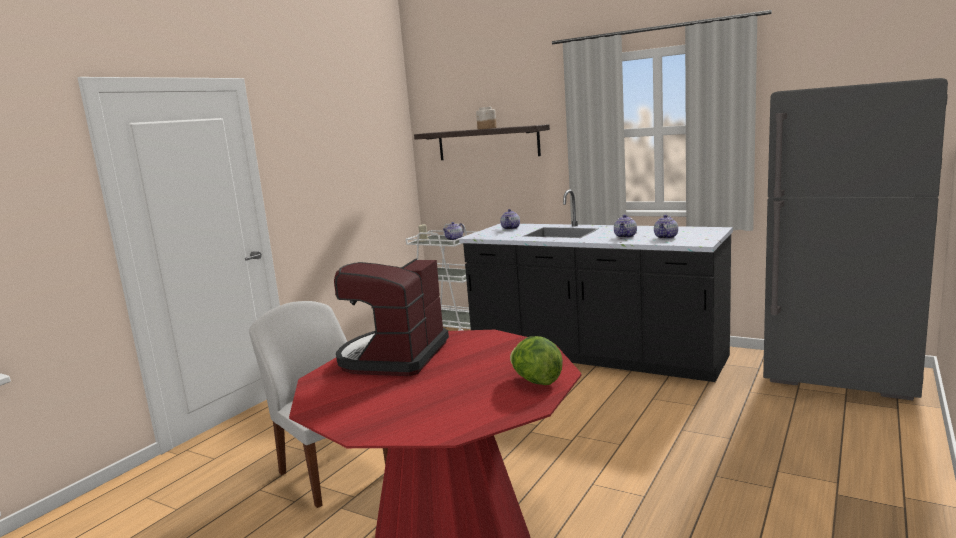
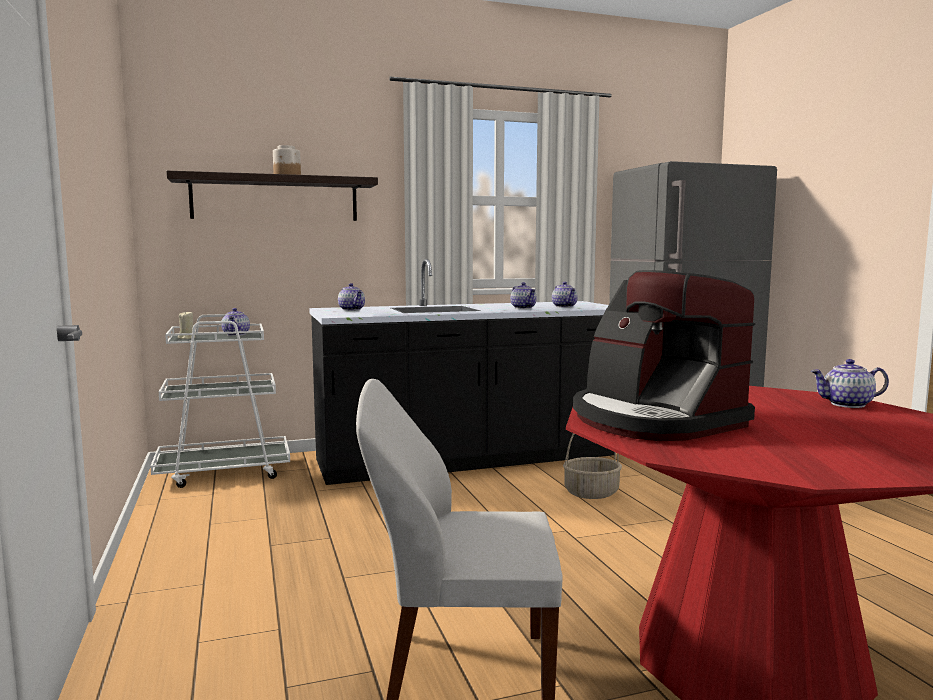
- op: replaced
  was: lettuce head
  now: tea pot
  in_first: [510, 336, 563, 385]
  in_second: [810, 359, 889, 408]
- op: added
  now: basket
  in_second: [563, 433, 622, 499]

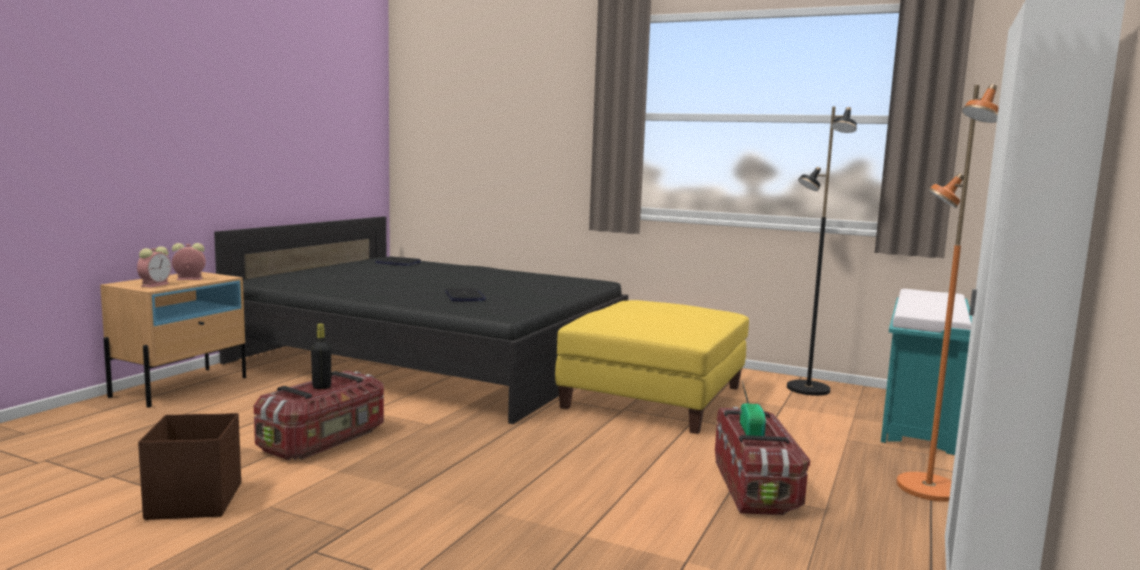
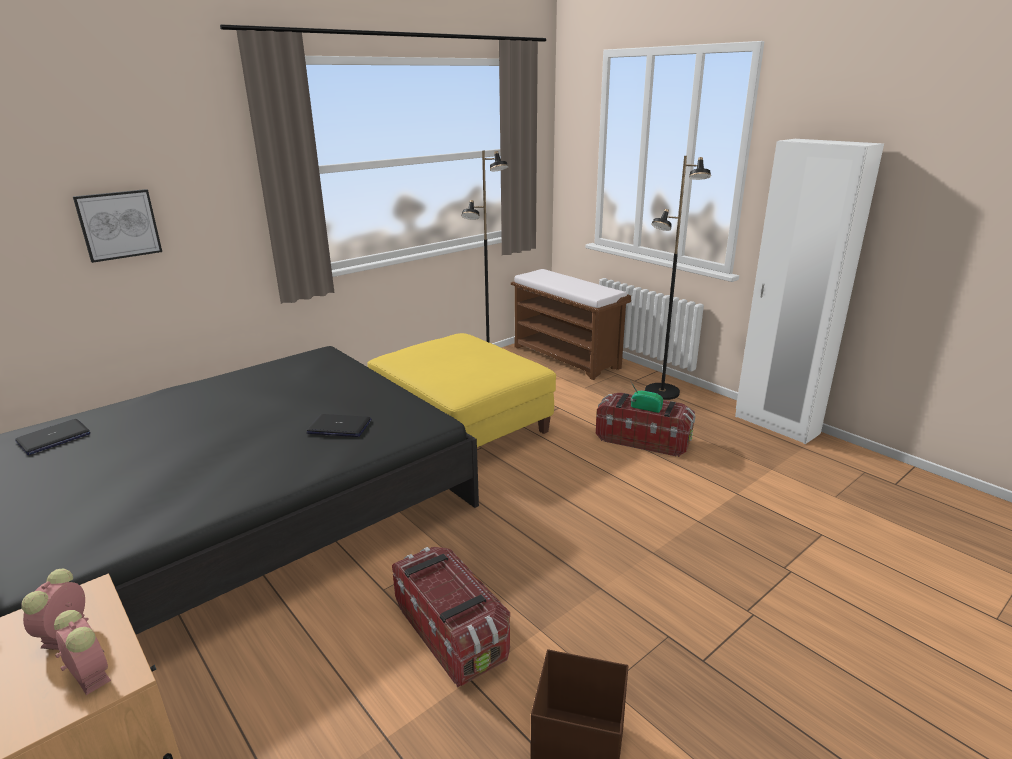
- op: recoloured
  was: standing lamp/orange
  now: standing lamp/black-coloured
  in_first: [897, 84, 999, 502]
  in_second: [645, 156, 711, 400]
- op: recoloured
  was: indoor bench/turquoise
  now: indoor bench/brown
  in_first: [881, 289, 972, 455]
  in_second: [511, 269, 631, 380]
- op: removed
  was: bottle/black-coloured
  in_first: [311, 324, 331, 389]
- op: added
  now: wall picture
  in_second: [73, 189, 162, 263]

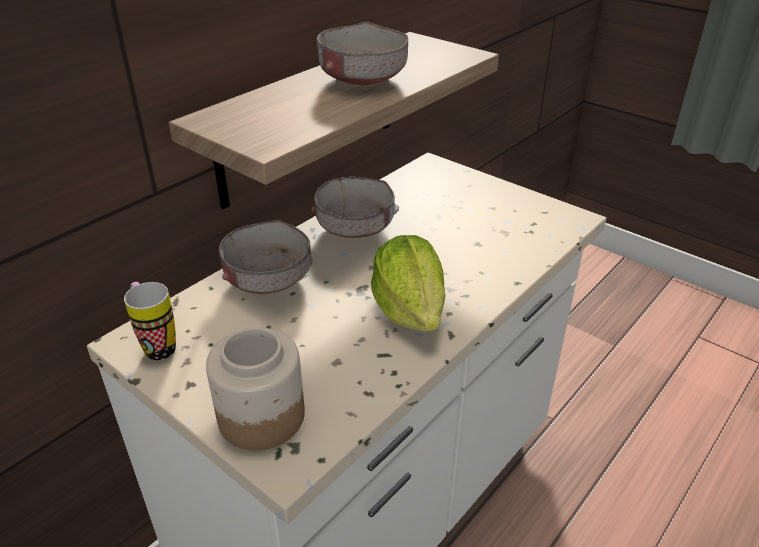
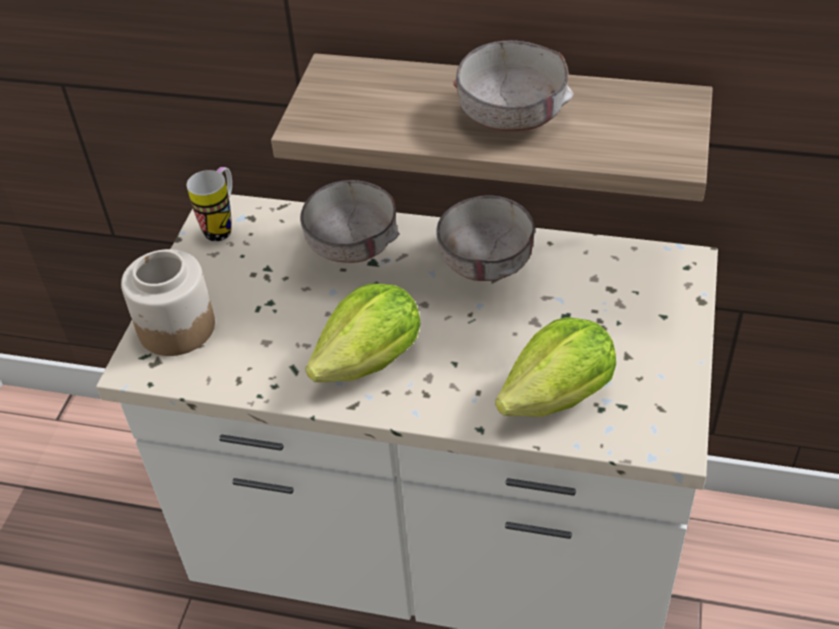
- op: added
  now: lettuce head
  in_second: [495, 317, 616, 417]

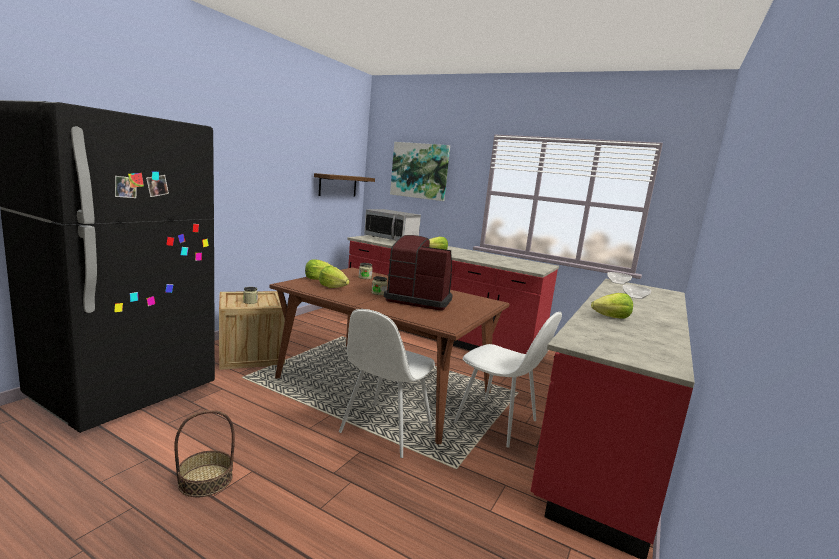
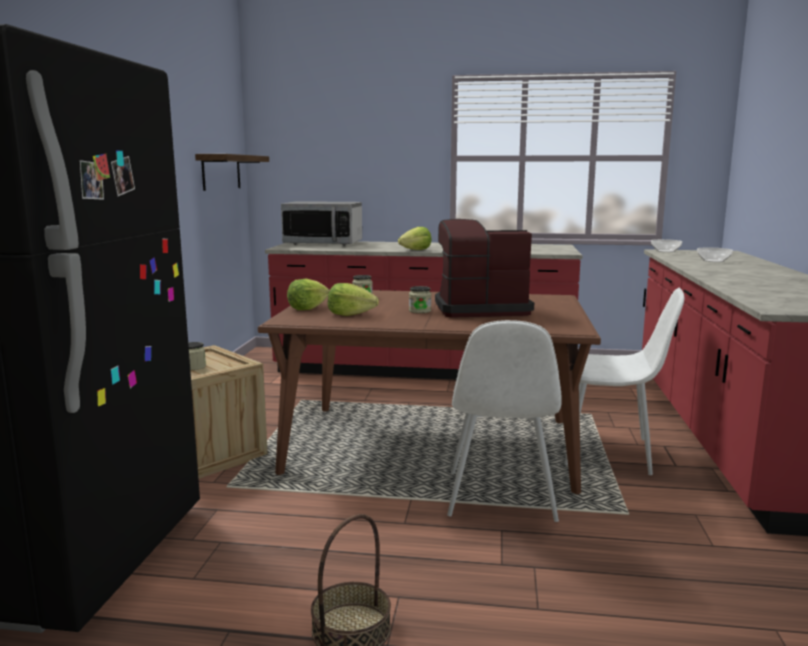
- op: removed
  was: wall picture
  in_first: [390, 142, 450, 201]
- op: removed
  was: lettuce head
  in_first: [591, 293, 633, 319]

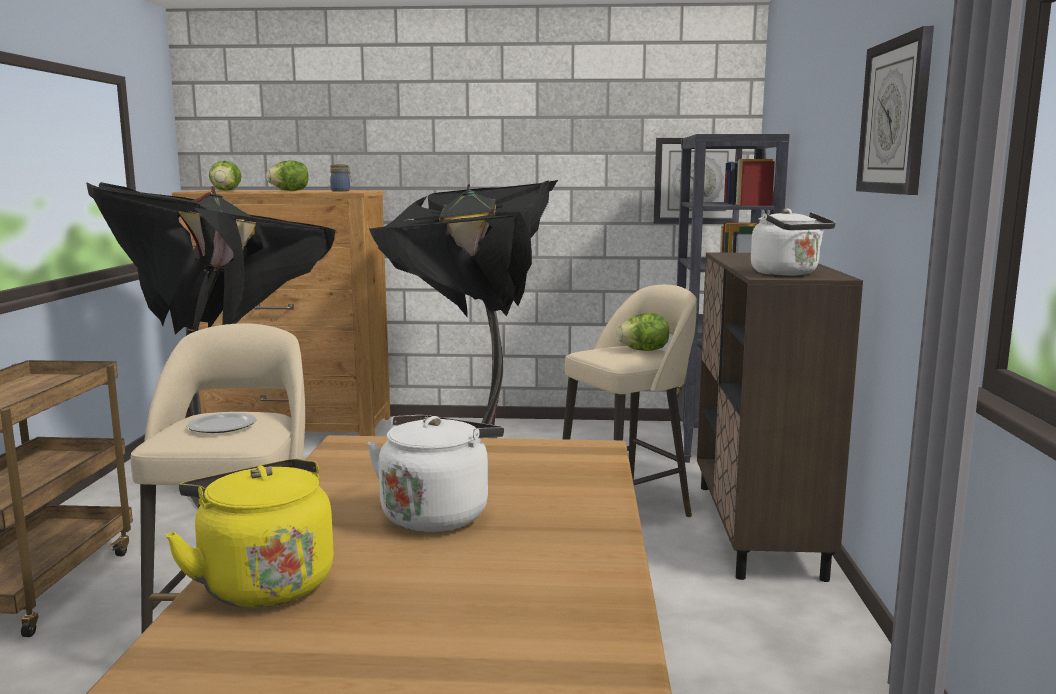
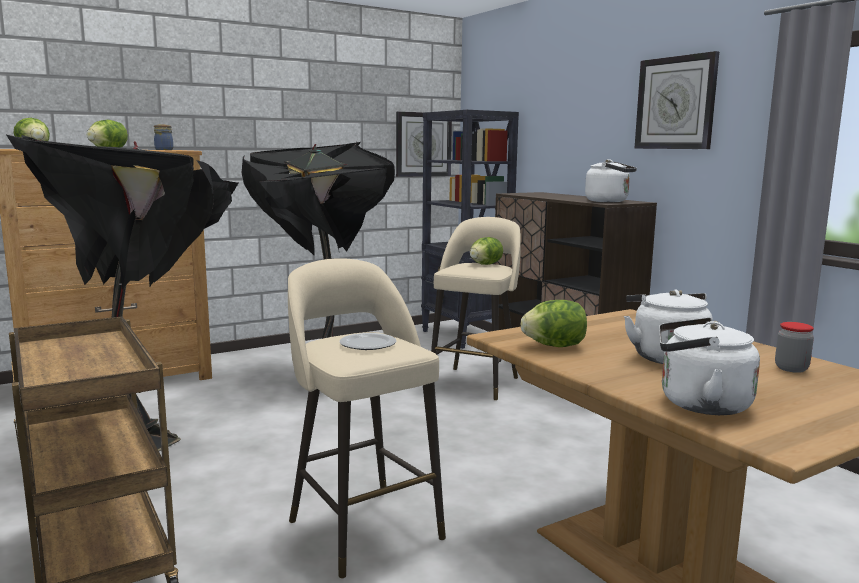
- op: recoloured
  was: tea kettle/yellowish
  now: tea kettle/white
  in_first: [165, 459, 334, 608]
  in_second: [659, 318, 760, 415]
- op: added
  now: lettuce head
  in_second: [521, 300, 587, 347]
- op: added
  now: storage jar
  in_second: [775, 322, 814, 373]

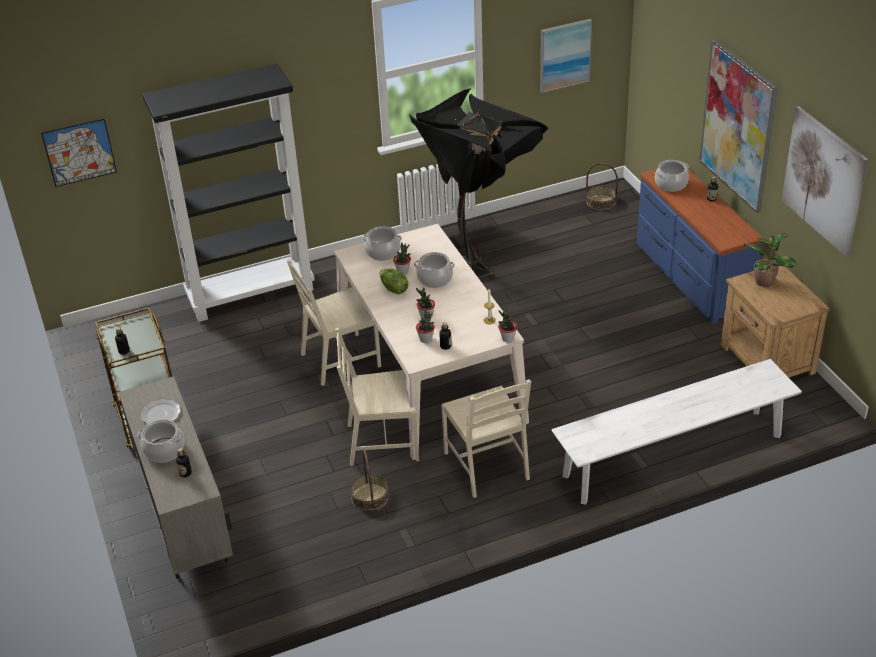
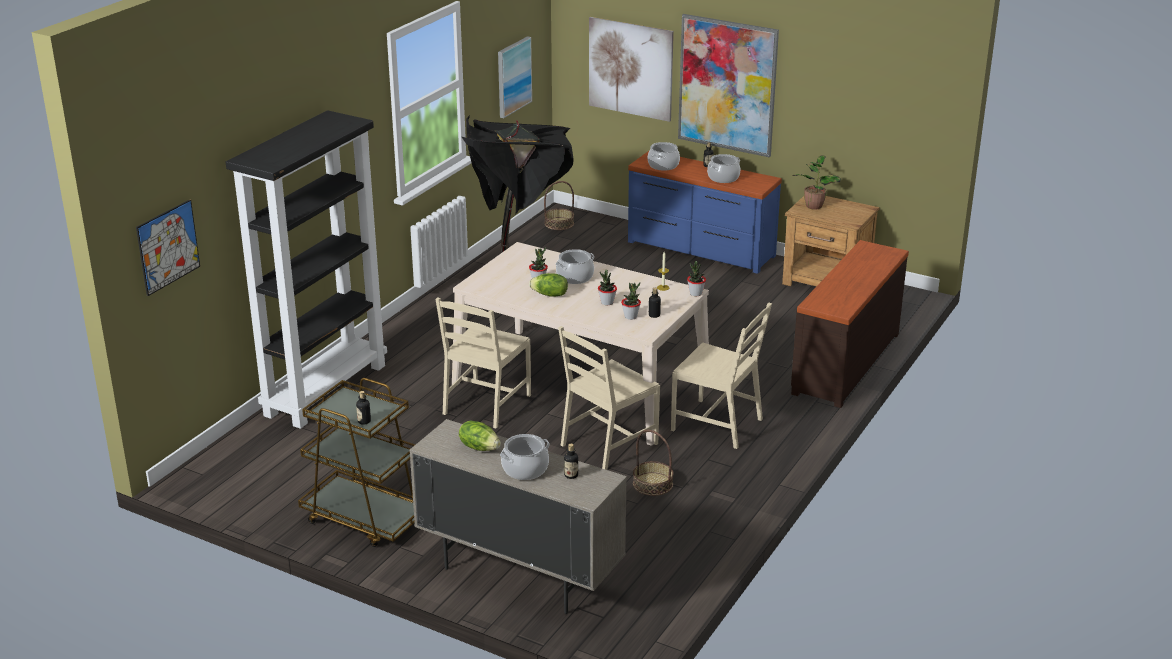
- op: moved
  was: wall picture
  in_first: [781, 106, 868, 257]
  in_second: [589, 17, 674, 122]
- op: moved
  was: stockpot
  in_first: [362, 226, 402, 261]
  in_second: [707, 154, 740, 183]
- op: replaced
  was: indoor bench/white
  now: dresser/brown
  in_first: [551, 359, 802, 505]
  in_second: [791, 240, 909, 408]
- op: replaced
  was: flat dish
  now: lettuce head
  in_first: [141, 399, 181, 425]
  in_second: [459, 421, 501, 451]

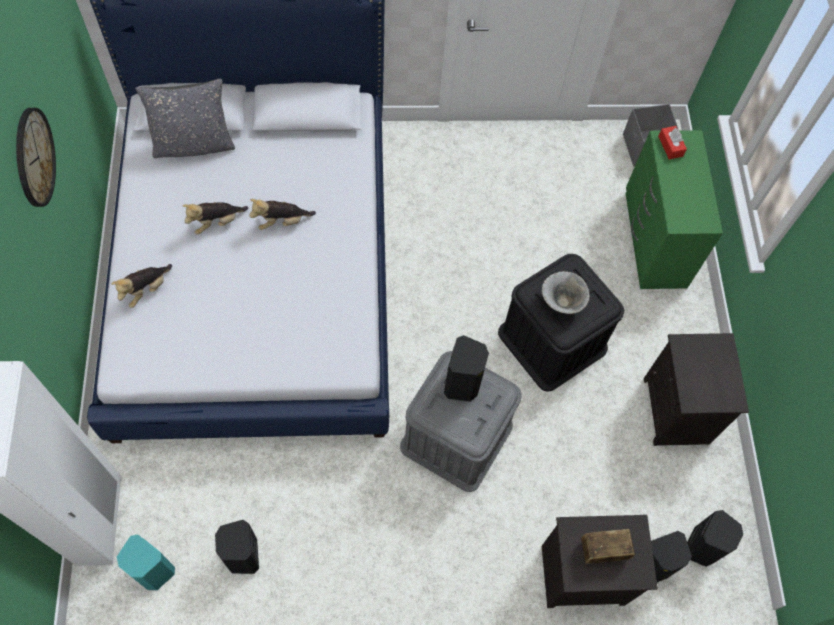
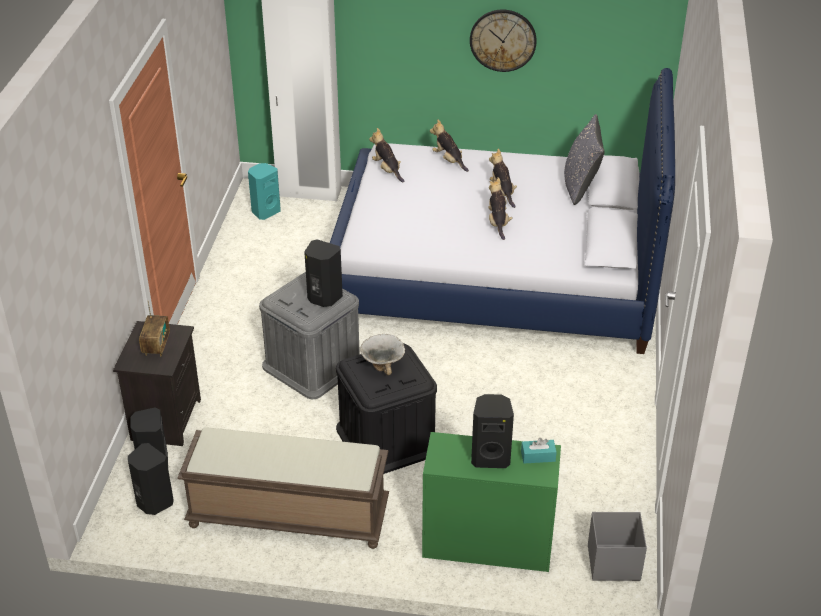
- op: recoloured
  was: tissue holder/red-coloured
  now: tissue holder/turquoise
  in_first: [658, 126, 687, 159]
  in_second: [521, 438, 557, 464]
- op: replaced
  was: night table/black-coloured
  now: indoor bench/brown
  in_first: [644, 333, 749, 446]
  in_second: [177, 427, 389, 549]
- op: moved
  was: loudspeaker/black-coloured
  in_first: [215, 520, 259, 574]
  in_second: [471, 394, 514, 468]
- op: added
  now: soft toy
  in_second: [369, 128, 404, 183]

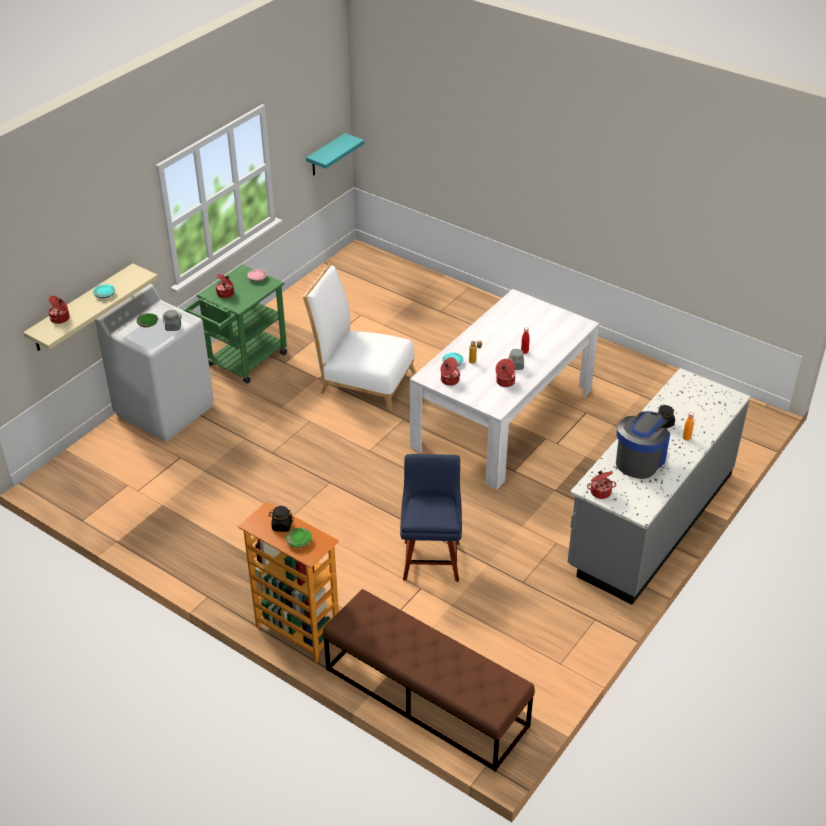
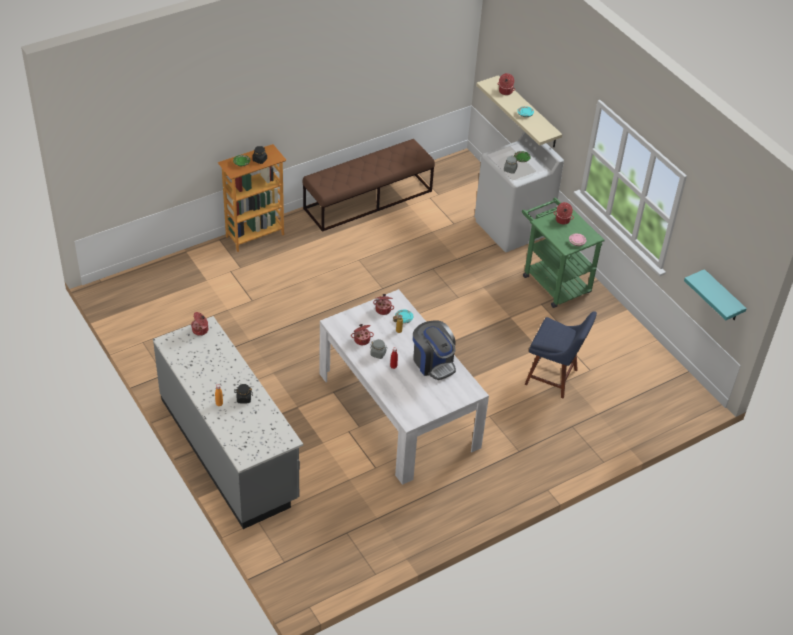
- op: removed
  was: plain chair/white
  in_first: [303, 262, 416, 411]
- op: moved
  was: coffee maker
  in_first: [616, 411, 670, 479]
  in_second: [413, 321, 456, 380]
- op: moved
  was: plain chair/blue-coloured
  in_first: [400, 454, 462, 582]
  in_second: [525, 311, 597, 398]
- op: moved
  was: indoor bench/brown
  in_first: [323, 589, 535, 772]
  in_second: [302, 139, 435, 232]

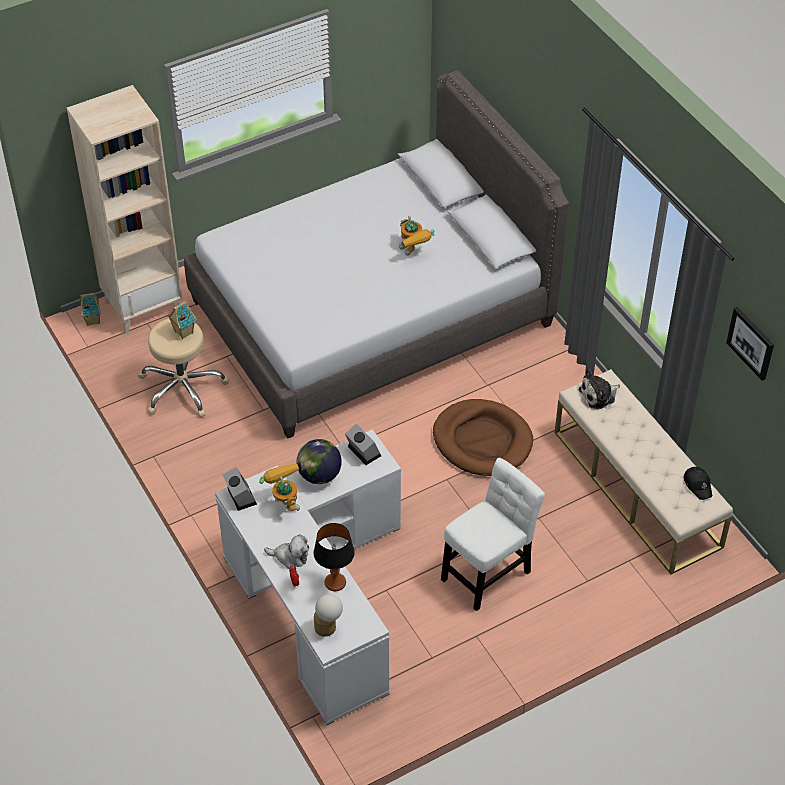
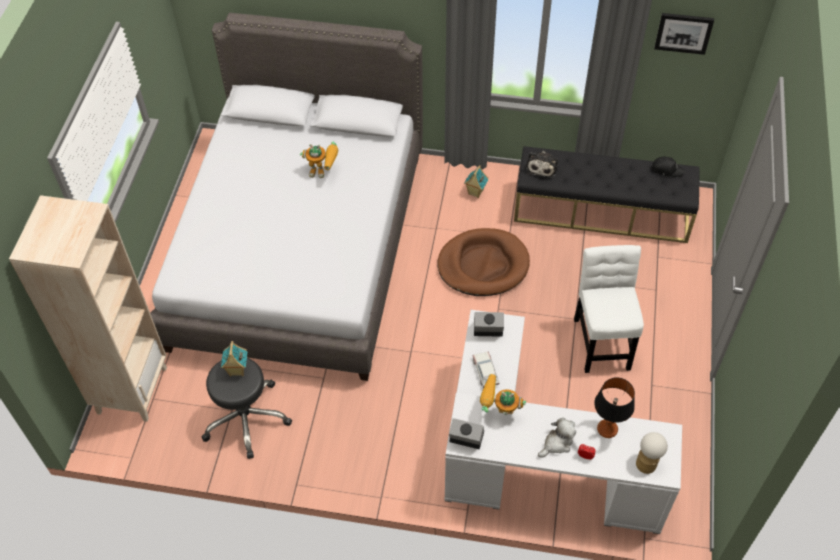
- op: moved
  was: toy house
  in_first: [79, 293, 101, 326]
  in_second: [464, 165, 488, 198]
- op: recoloured
  was: sitting stool/beige
  now: sitting stool/black-coloured
  in_first: [138, 319, 229, 418]
  in_second: [202, 358, 292, 459]
- op: recoloured
  was: indoor bench/beige
  now: indoor bench/black-coloured
  in_first: [555, 369, 733, 574]
  in_second: [514, 146, 700, 243]
- op: replaced
  was: globe
  now: miniature car
  in_first: [297, 439, 342, 484]
  in_second: [473, 351, 499, 388]

